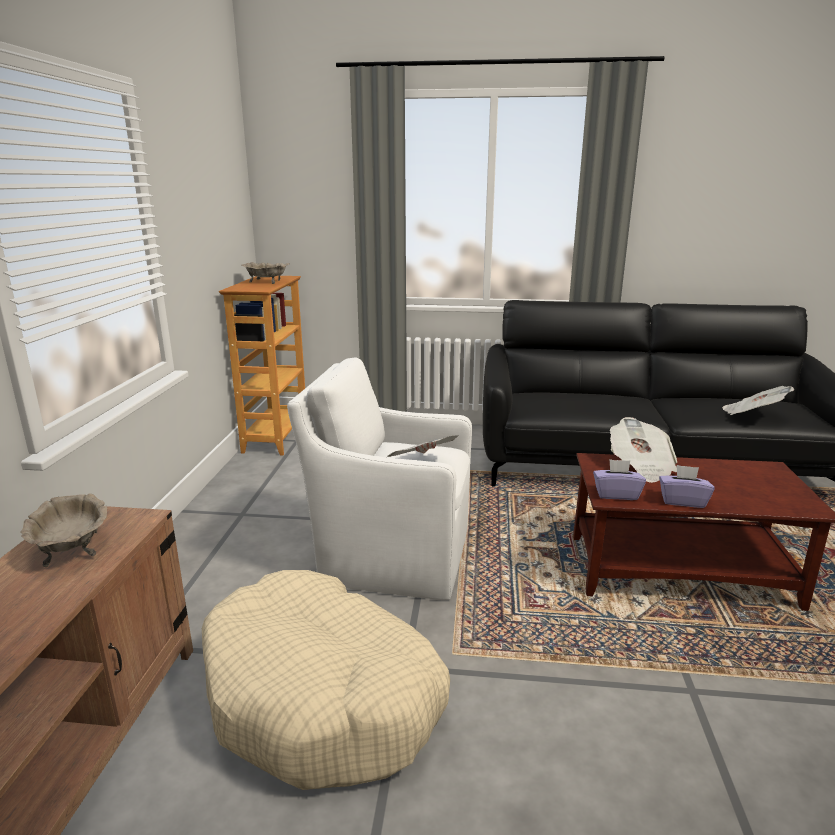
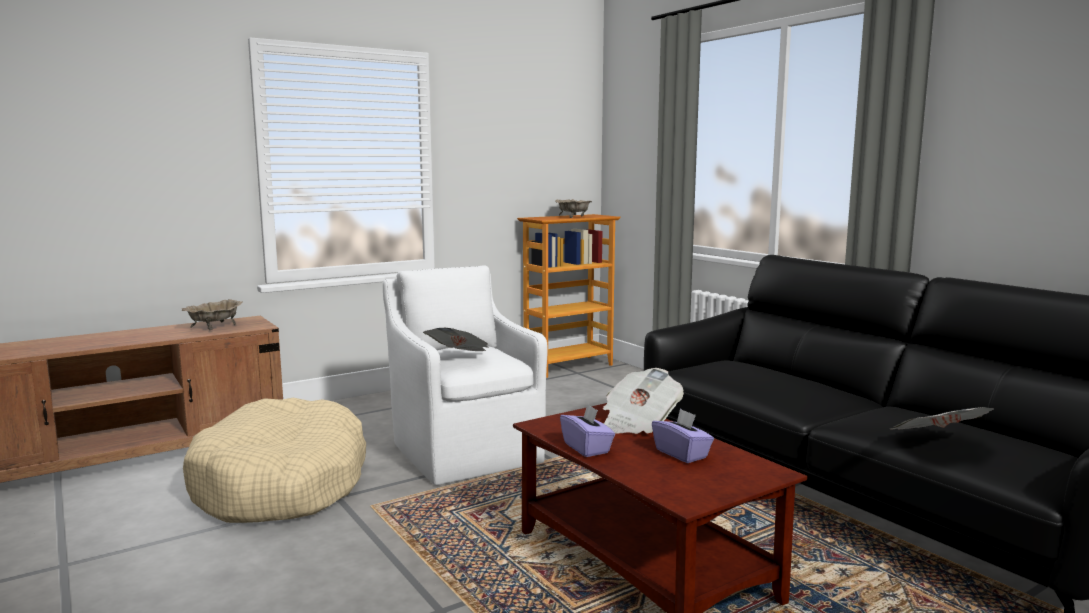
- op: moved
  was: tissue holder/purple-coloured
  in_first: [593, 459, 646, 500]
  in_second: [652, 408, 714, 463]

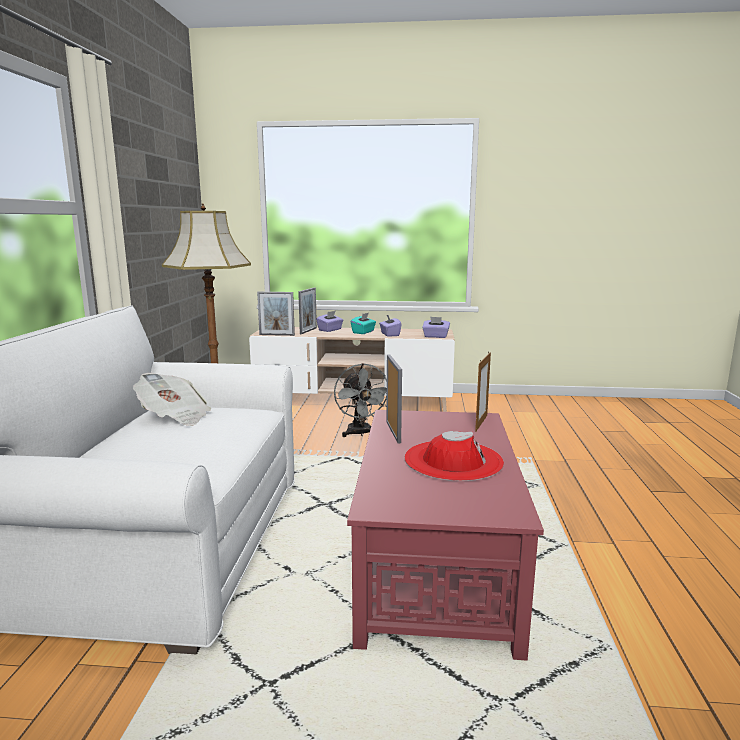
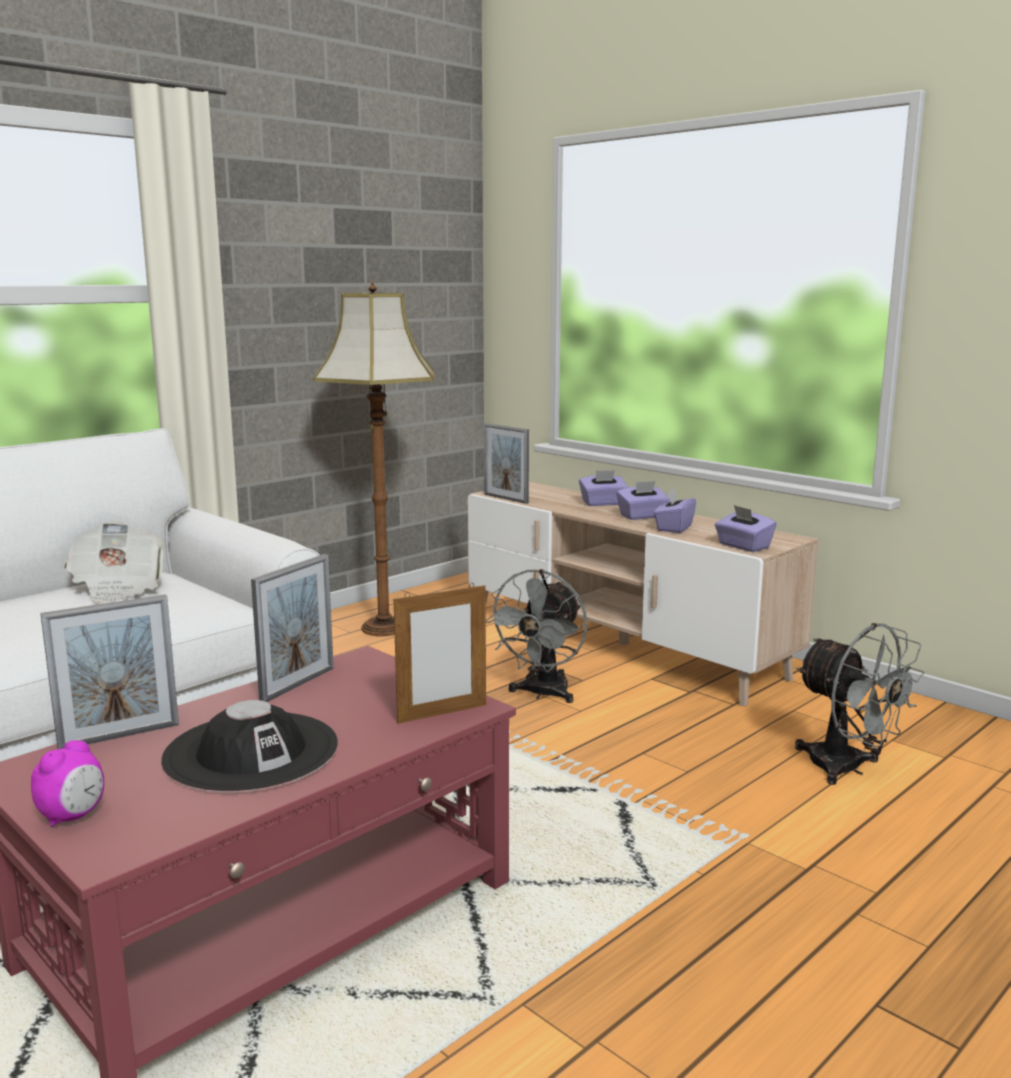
- op: moved
  was: standing frame
  in_first: [298, 287, 317, 334]
  in_second: [40, 594, 179, 749]
- op: recoloured
  was: tissue holder/turquoise
  now: tissue holder/purple-coloured
  in_first: [350, 313, 376, 334]
  in_second: [617, 481, 670, 520]
- op: recoloured
  was: wearable hat/red-coloured
  now: wearable hat/black-coloured
  in_first: [404, 431, 504, 481]
  in_second: [161, 700, 338, 792]
- op: added
  now: fan/gray
  in_second: [795, 623, 925, 785]
- op: added
  now: alarm clock
  in_second: [31, 740, 104, 827]

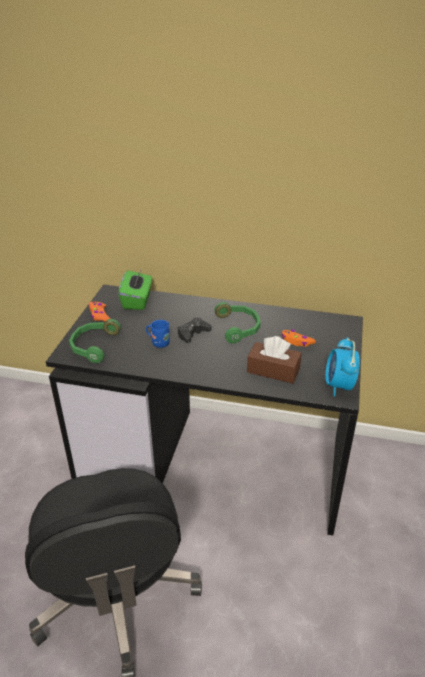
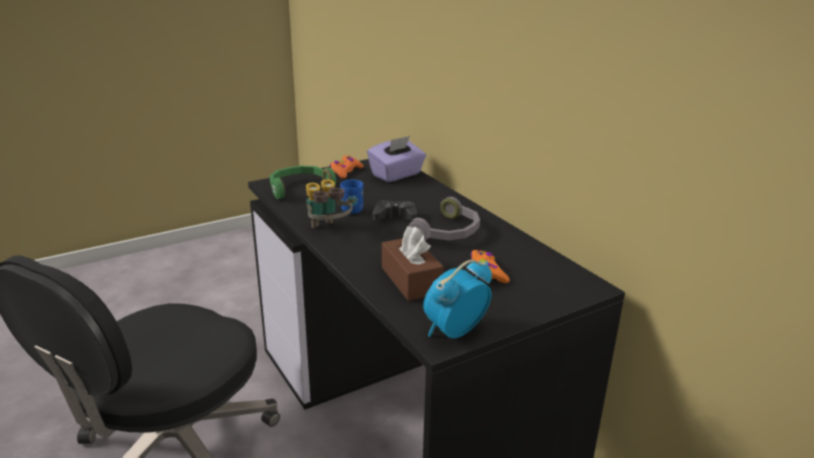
- op: recoloured
  was: tissue holder/greenish
  now: tissue holder/purple-coloured
  in_first: [119, 268, 152, 310]
  in_second: [367, 136, 426, 182]
- op: recoloured
  was: pair of headphones/greenish
  now: pair of headphones/gray
  in_first: [215, 302, 261, 344]
  in_second: [409, 197, 480, 241]
- op: added
  now: binoculars
  in_second: [306, 179, 352, 228]

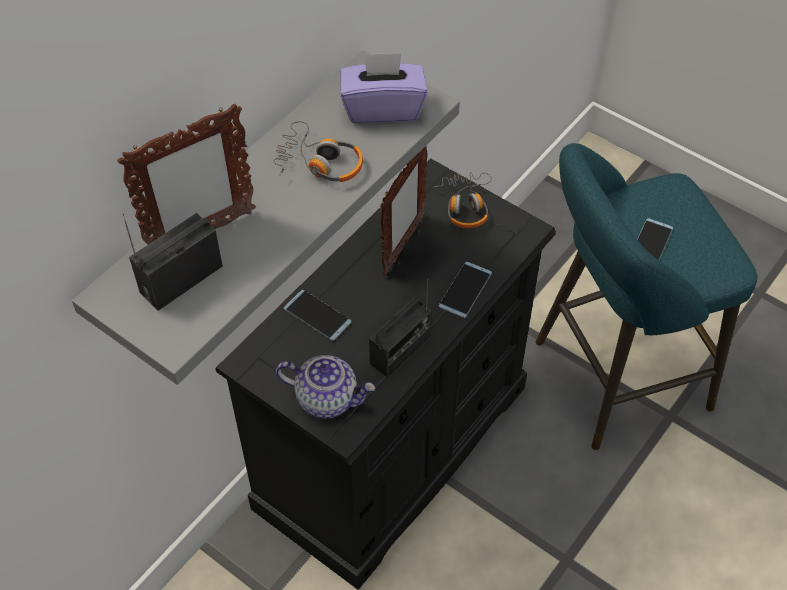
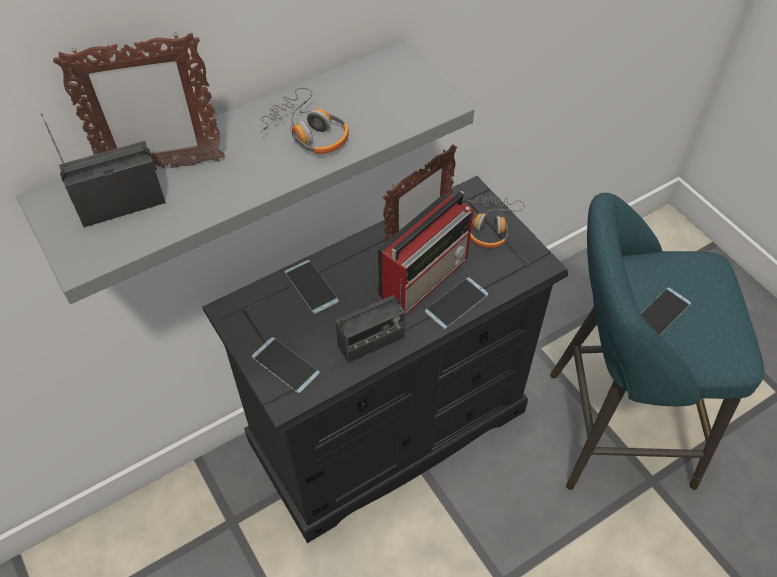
- op: removed
  was: tissue holder/purple-coloured
  in_first: [340, 53, 427, 124]
- op: replaced
  was: tea pot
  now: handset
  in_first: [276, 355, 375, 418]
  in_second: [252, 337, 320, 393]
- op: added
  now: radio receiver
  in_second: [378, 191, 473, 315]

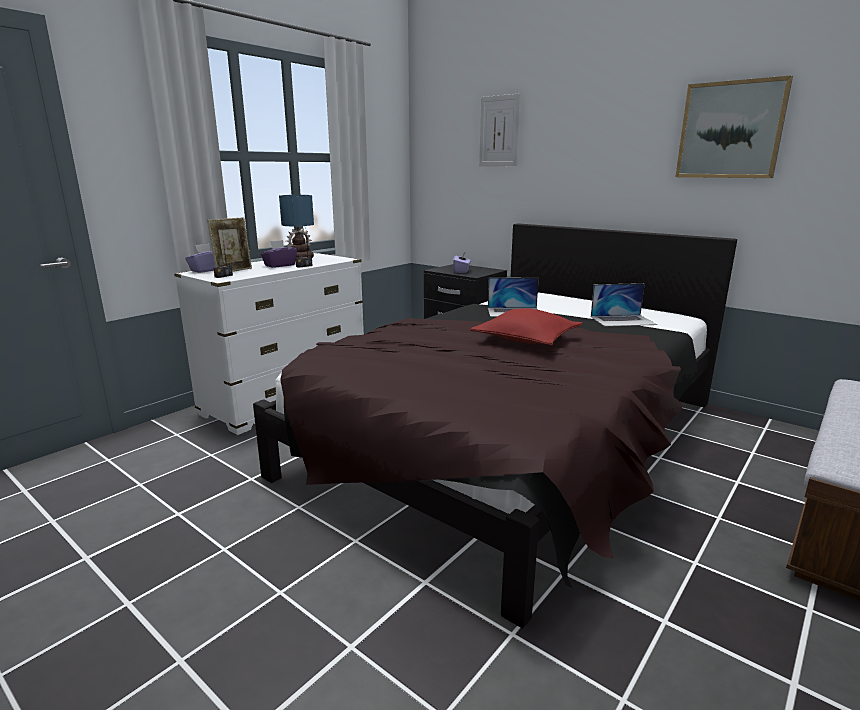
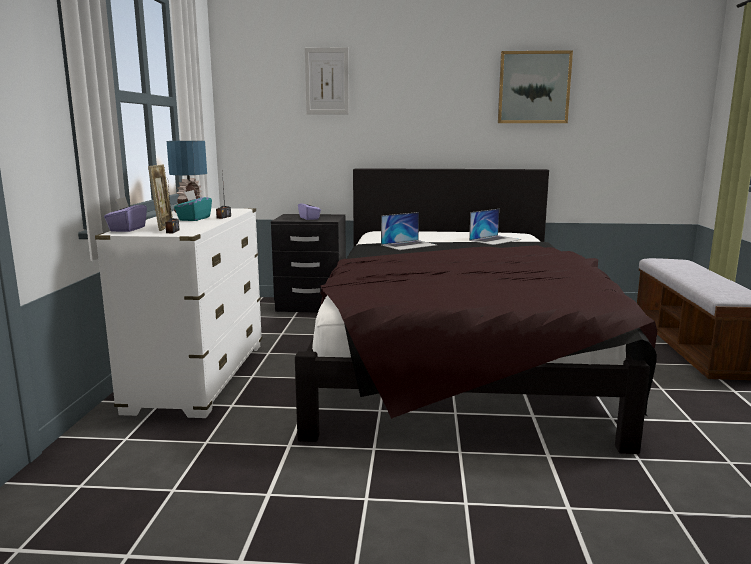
- op: recoloured
  was: tissue holder/purple-coloured
  now: tissue holder/turquoise
  in_first: [261, 240, 297, 268]
  in_second: [174, 190, 212, 221]
- op: removed
  was: cushion/red-coloured
  in_first: [470, 308, 583, 346]

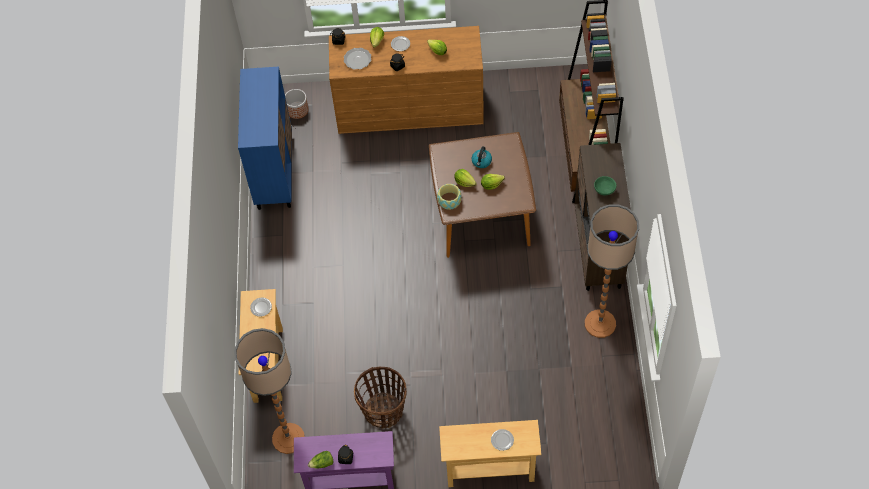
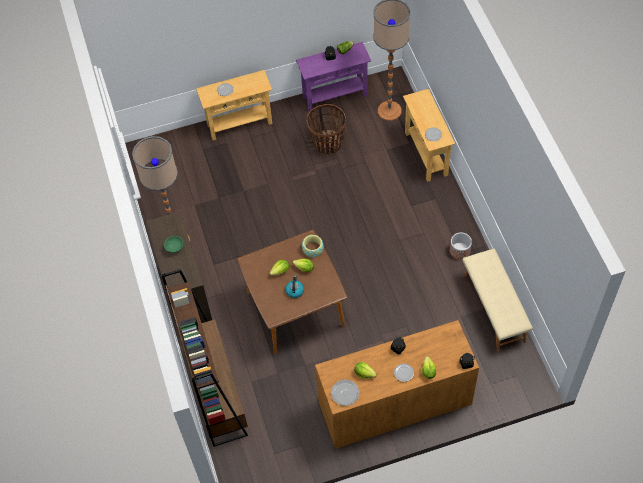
- op: moved
  was: flat dish
  in_first: [344, 48, 371, 70]
  in_second: [331, 379, 360, 406]
- op: replaced
  was: cupboard/blue-coloured
  now: indoor bench/beige
  in_first: [238, 66, 292, 210]
  in_second: [463, 249, 533, 352]
- op: moved
  was: plant pot
  in_first: [285, 89, 309, 119]
  in_second: [450, 232, 472, 260]

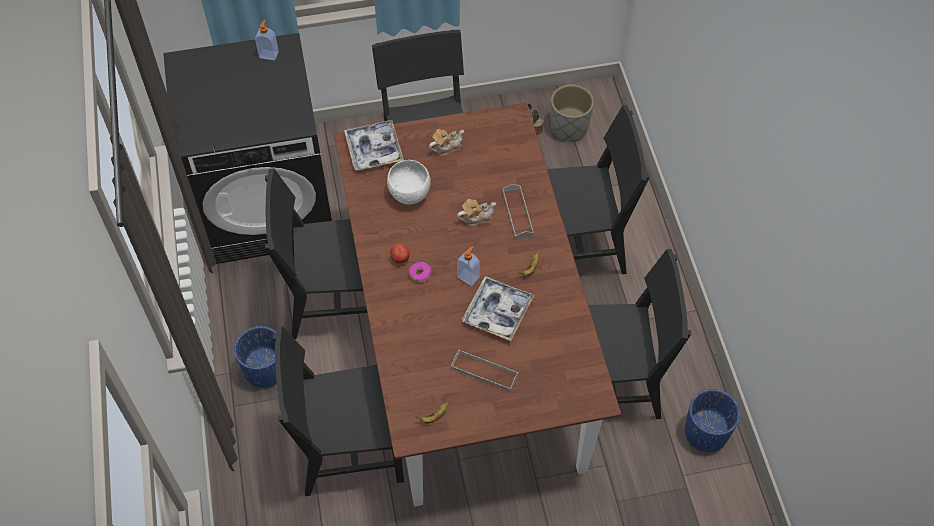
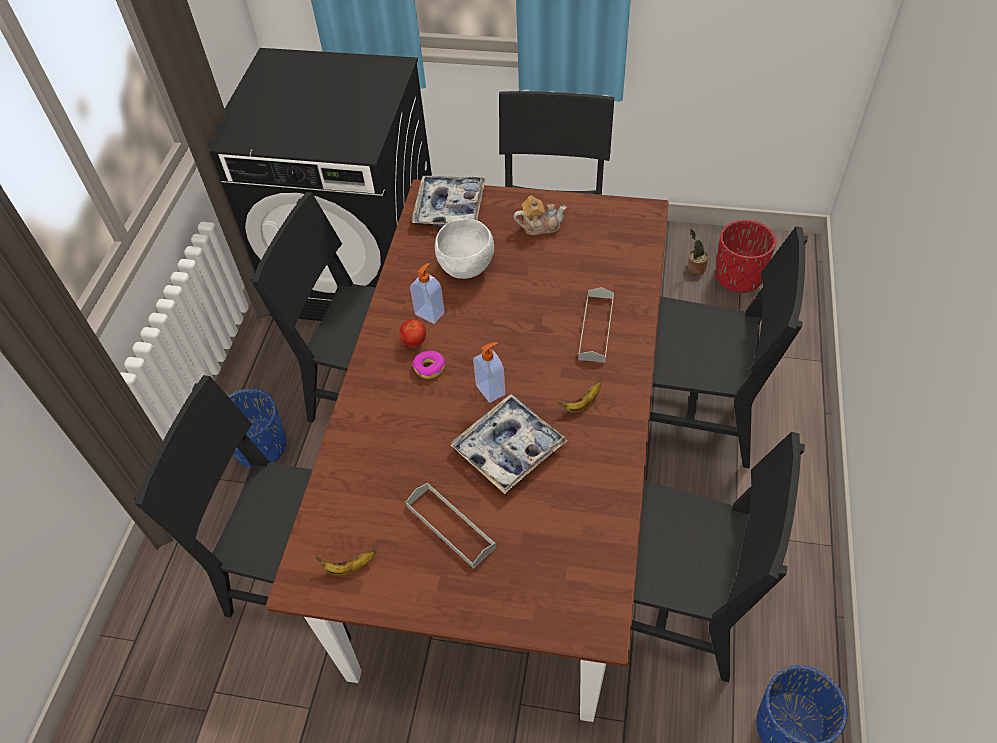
- op: moved
  was: liquid soap bottle
  in_first: [255, 20, 279, 61]
  in_second: [410, 263, 445, 324]
- op: recoloured
  was: plant pot/gray
  now: plant pot/red-coloured
  in_first: [551, 85, 594, 142]
  in_second: [715, 220, 776, 294]
- op: removed
  was: tea pot
  in_first: [457, 199, 496, 227]

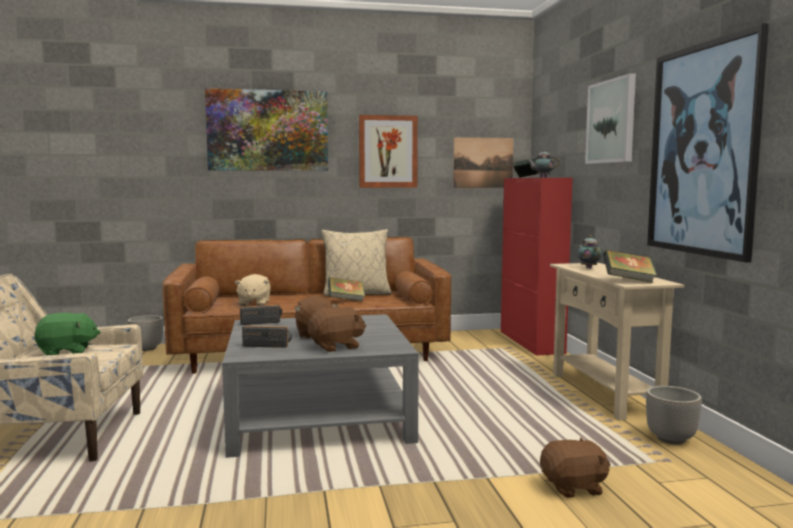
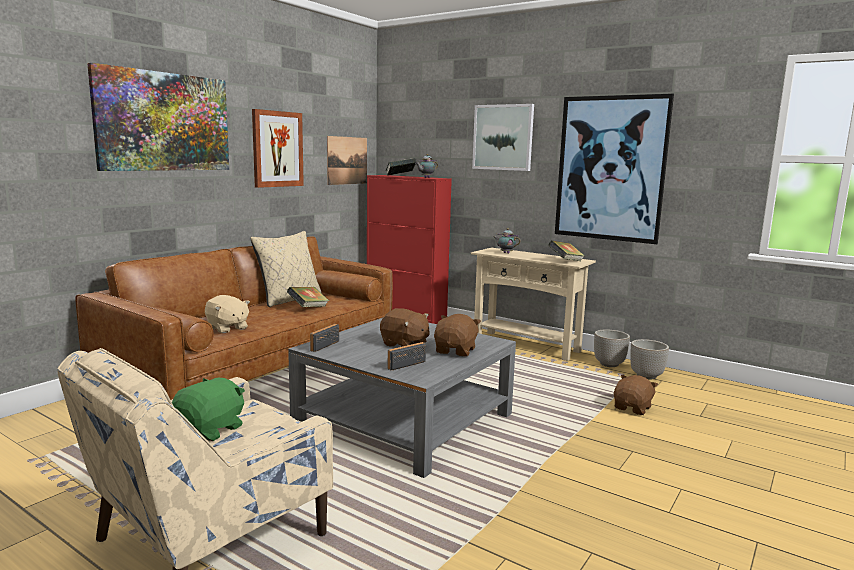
- op: moved
  was: plant pot
  in_first: [128, 315, 163, 351]
  in_second: [630, 339, 669, 379]

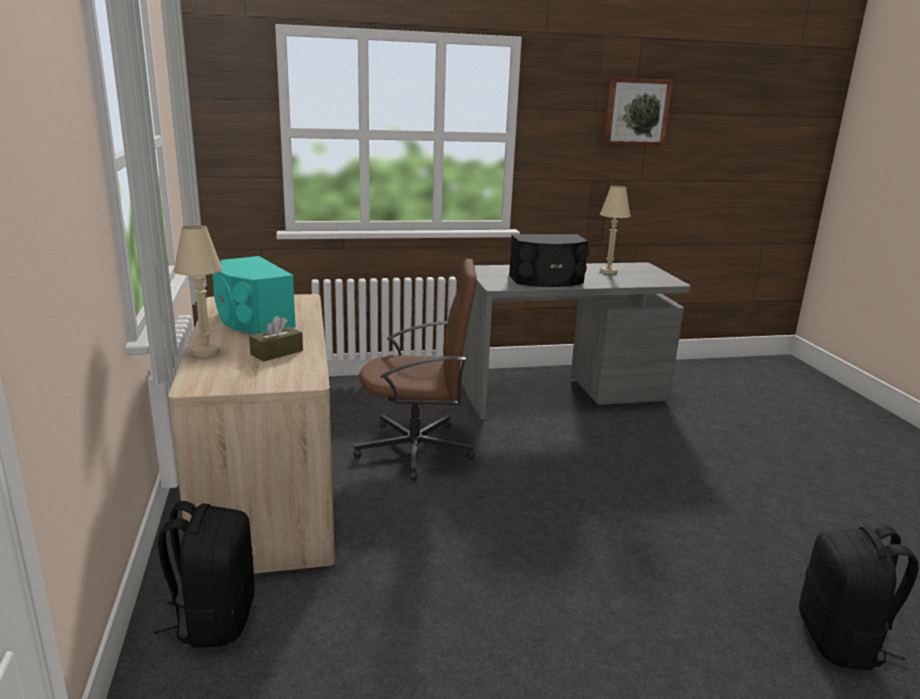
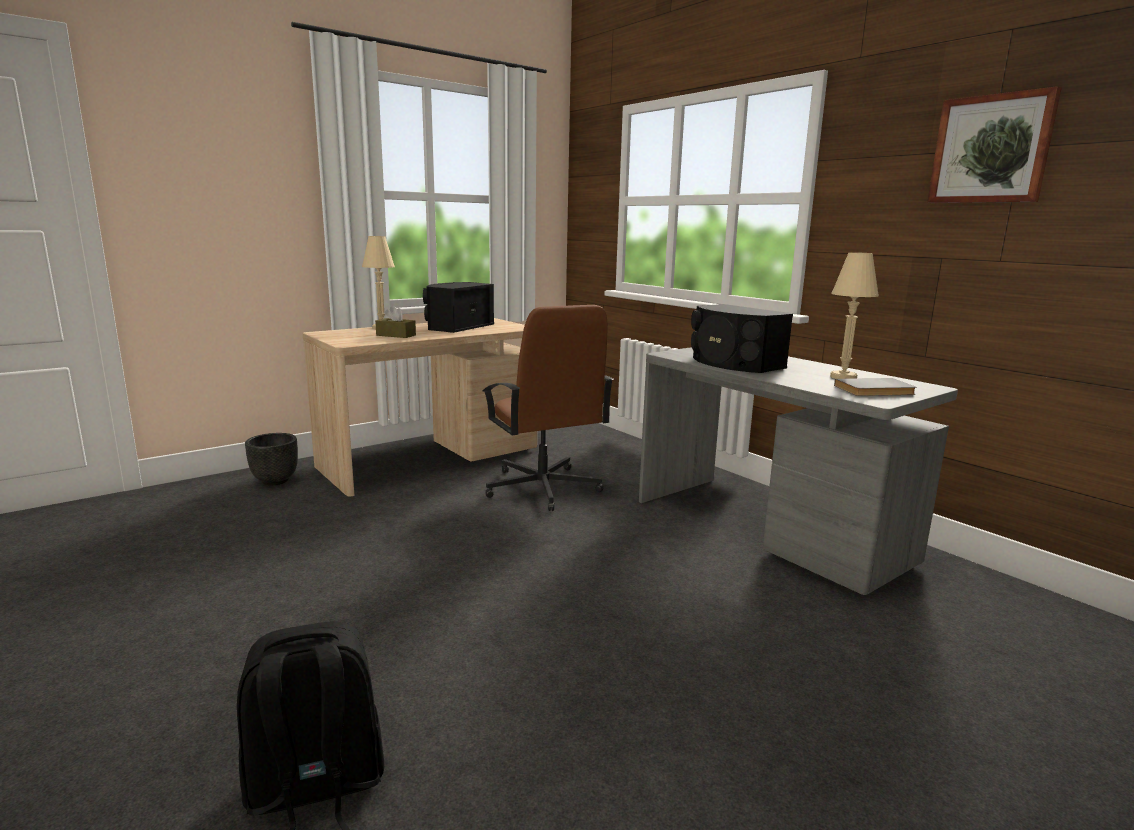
- op: recoloured
  was: loudspeaker/turquoise
  now: loudspeaker/black-coloured
  in_first: [212, 256, 296, 334]
  in_second: [423, 282, 494, 333]
- op: replaced
  was: backpack/black-coloured
  now: plant pot/black-coloured
  in_first: [155, 501, 255, 648]
  in_second: [245, 433, 298, 485]
- op: added
  now: bound book/gray
  in_second: [834, 378, 916, 396]

